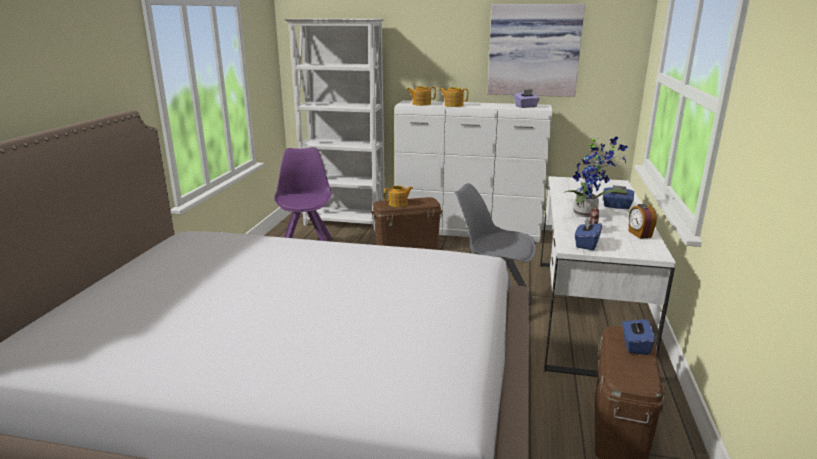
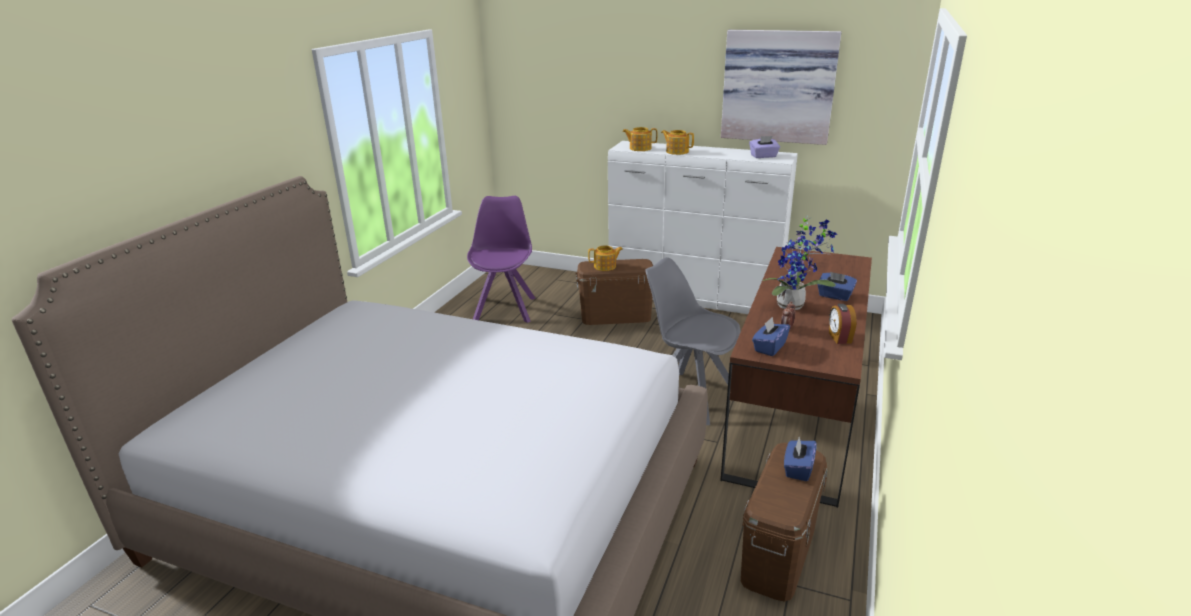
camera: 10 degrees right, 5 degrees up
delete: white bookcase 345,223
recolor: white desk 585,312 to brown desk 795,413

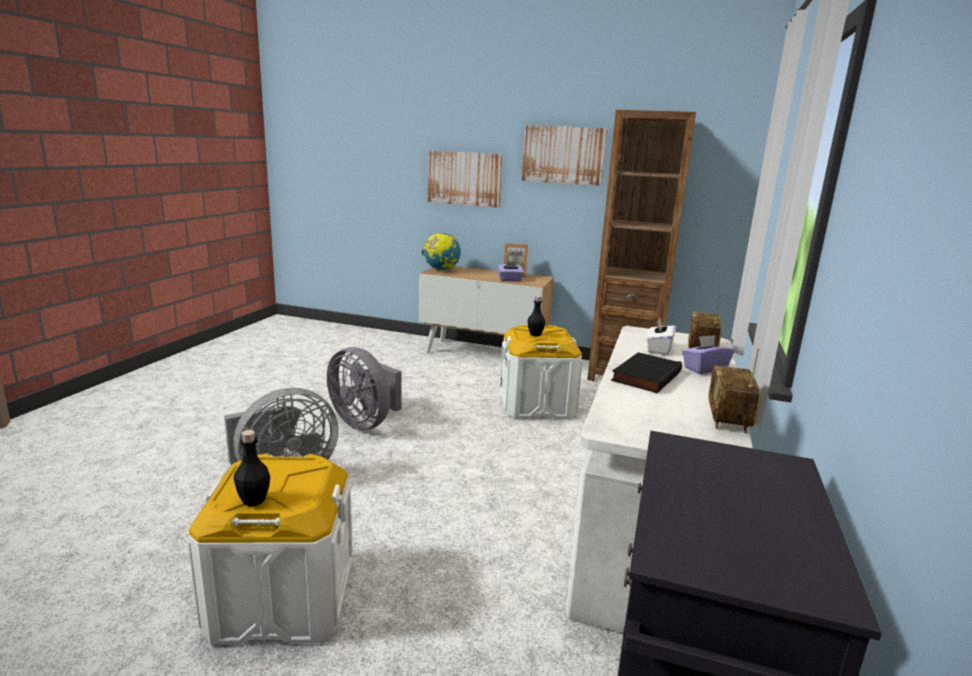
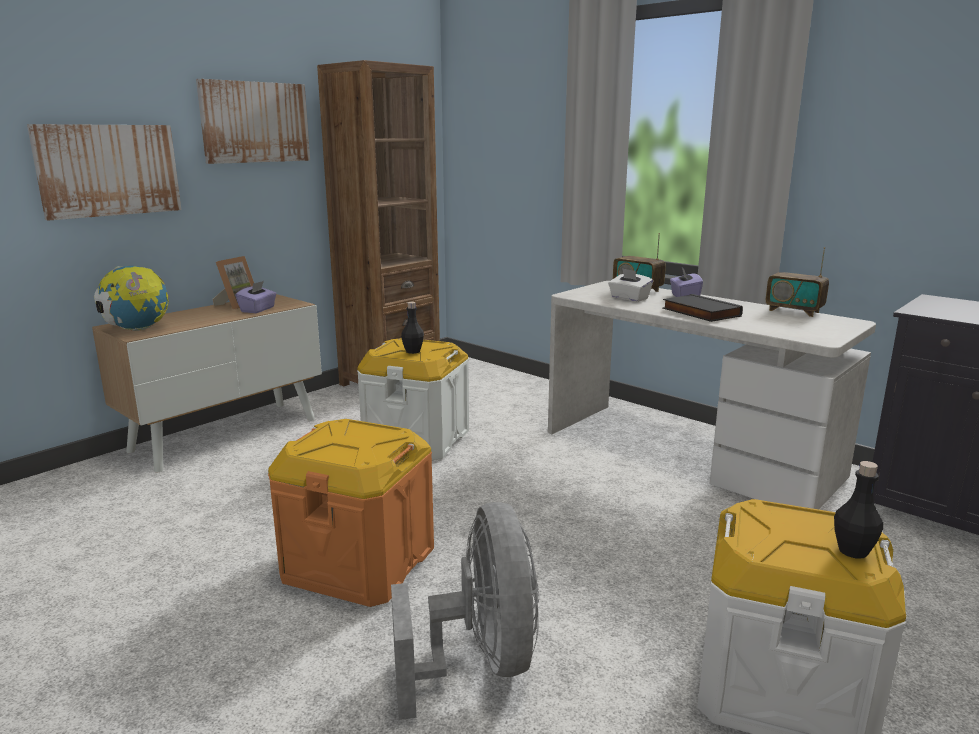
camera: 65 degrees left, 0 degrees up
replace: grey fan 365,422 to orange storage box 359,562

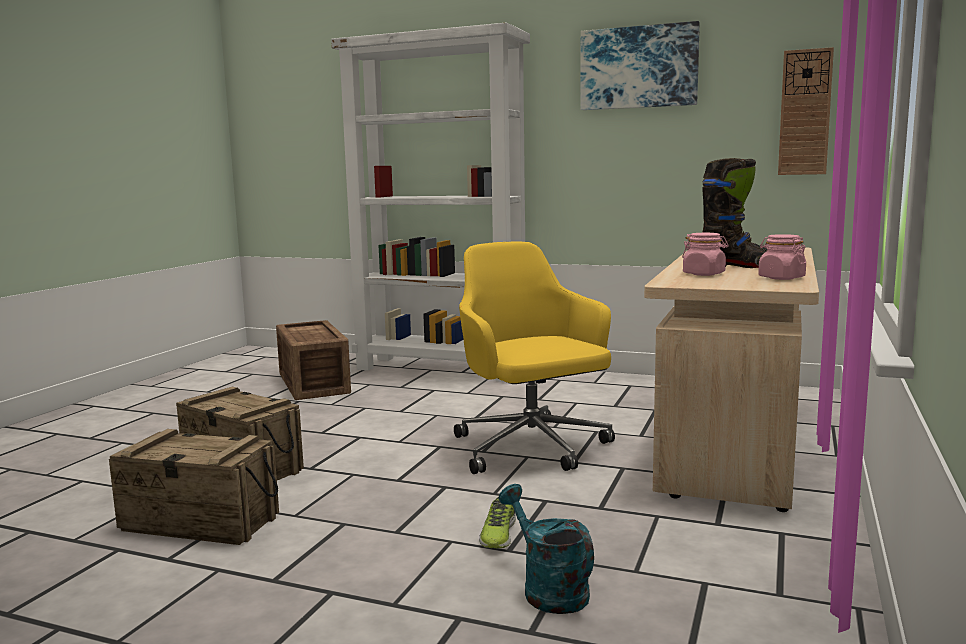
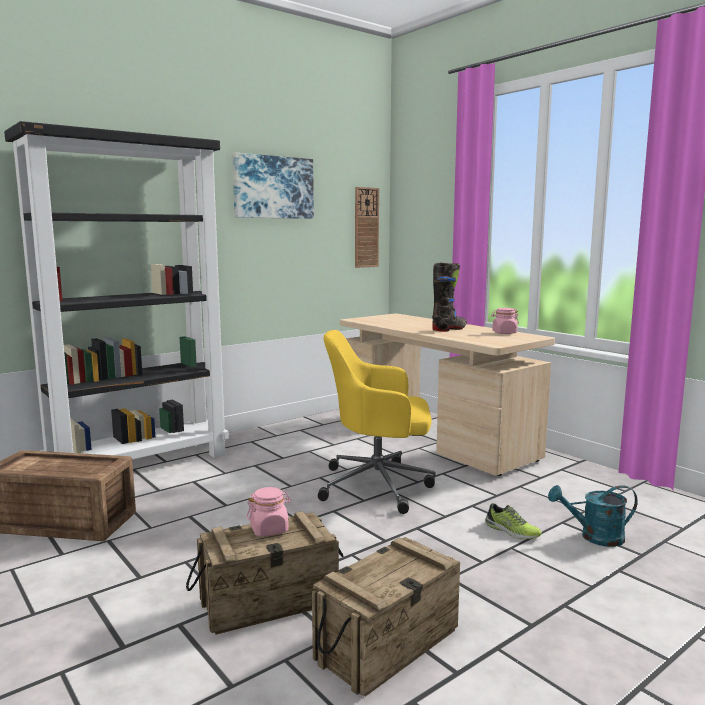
camera: 60 degrees left, 0 degrees up
move: pink jar 704,274 to 269,529
recolor: white bookcase 443,368 to black bookcase 141,464

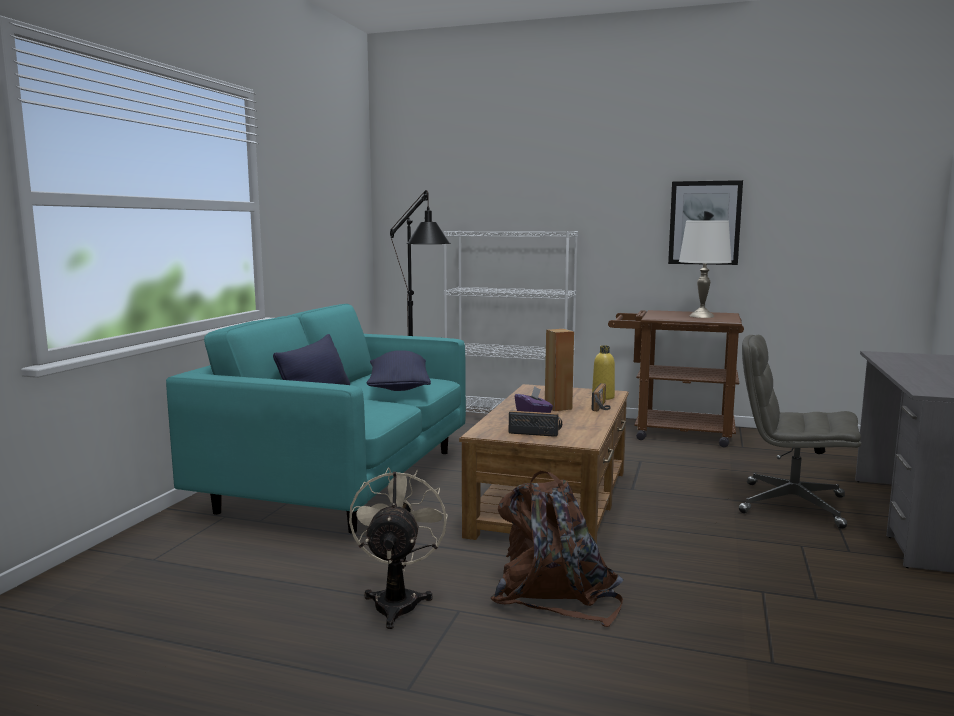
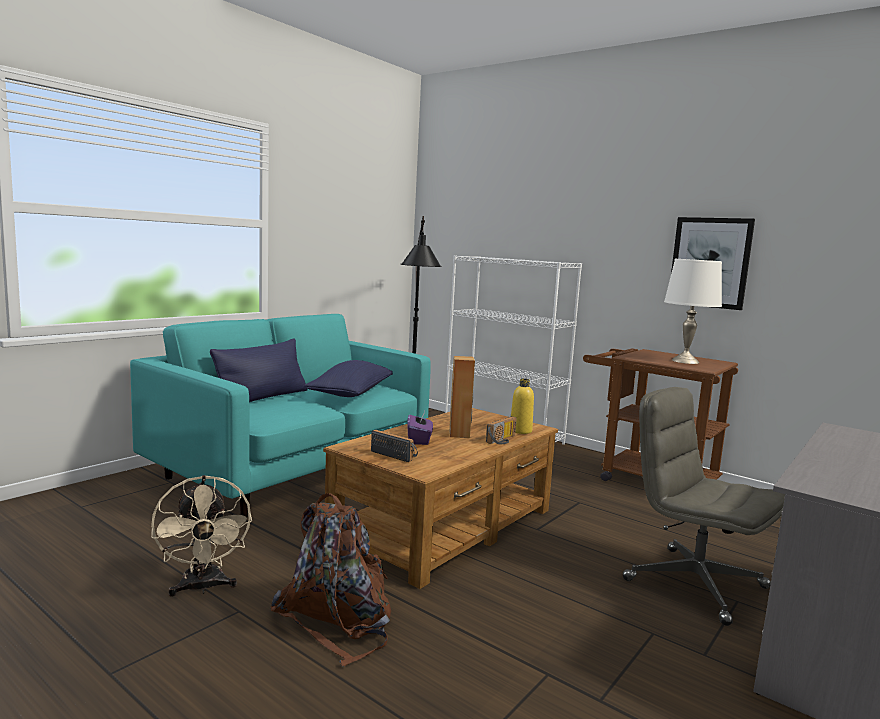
camera: 20 degrees right, 0 degrees up
rotate: beige fan 397,600 = 203,588 135 degrees clockwise

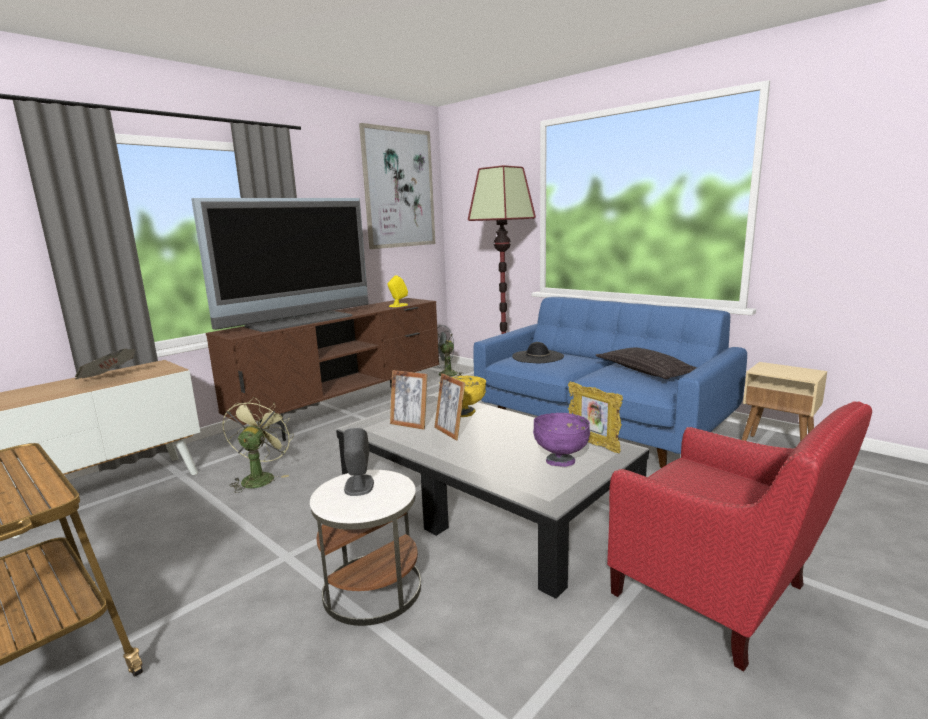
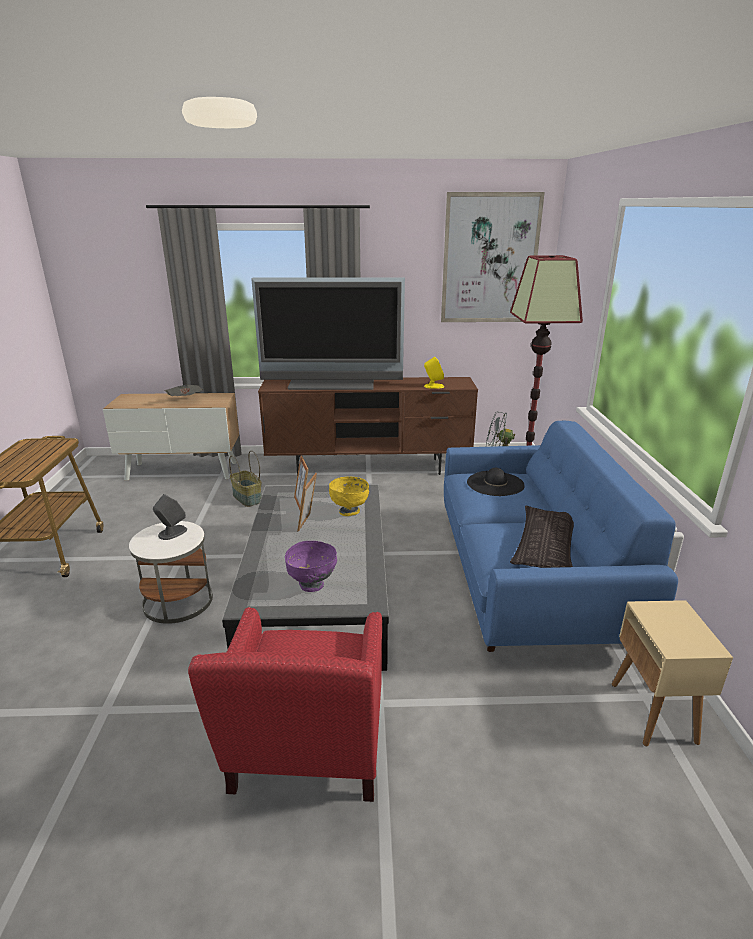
camera: 45 degrees right, 10 degrees up
delete: picture frame 593,444
replace: green fan 260,477 to basket 246,498

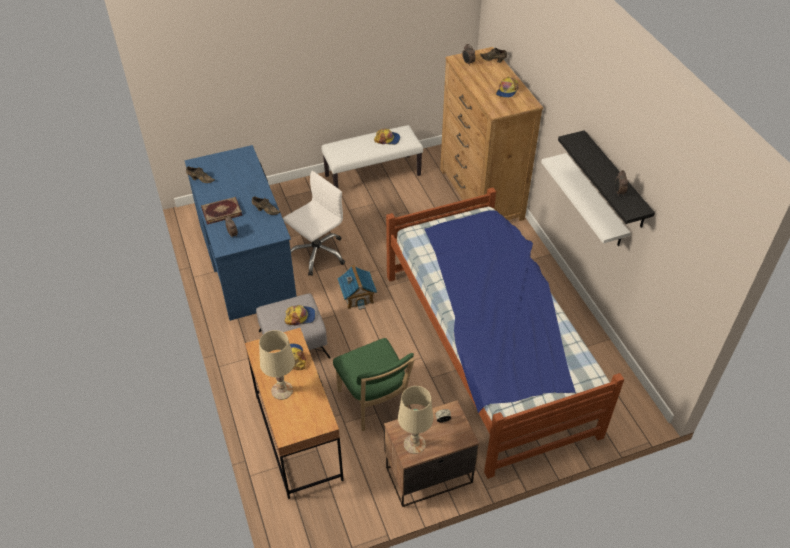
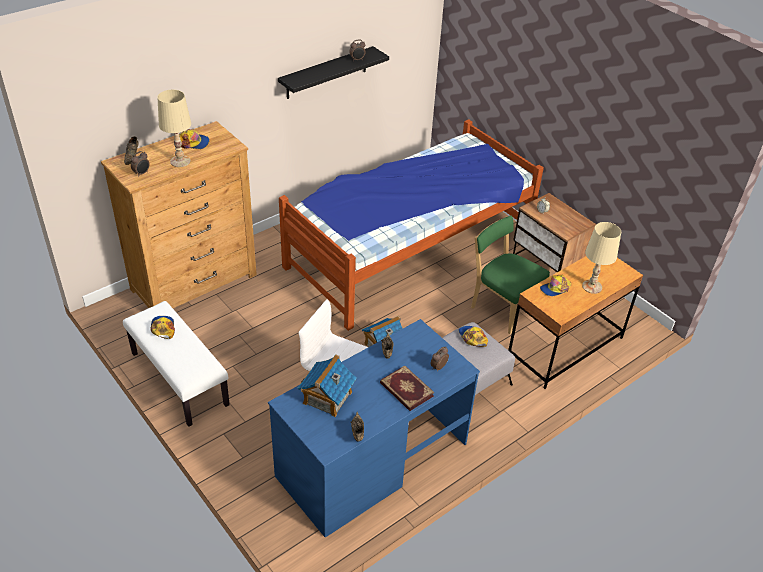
camera: 110 degrees left, 5 degrees down
delete: white shelf 594,201
insert: toy house 327,398
move: beige table lamp 414,444 to 180,161
rotate: green chair 374,403 = 502,307 90 degrees counterclockwise

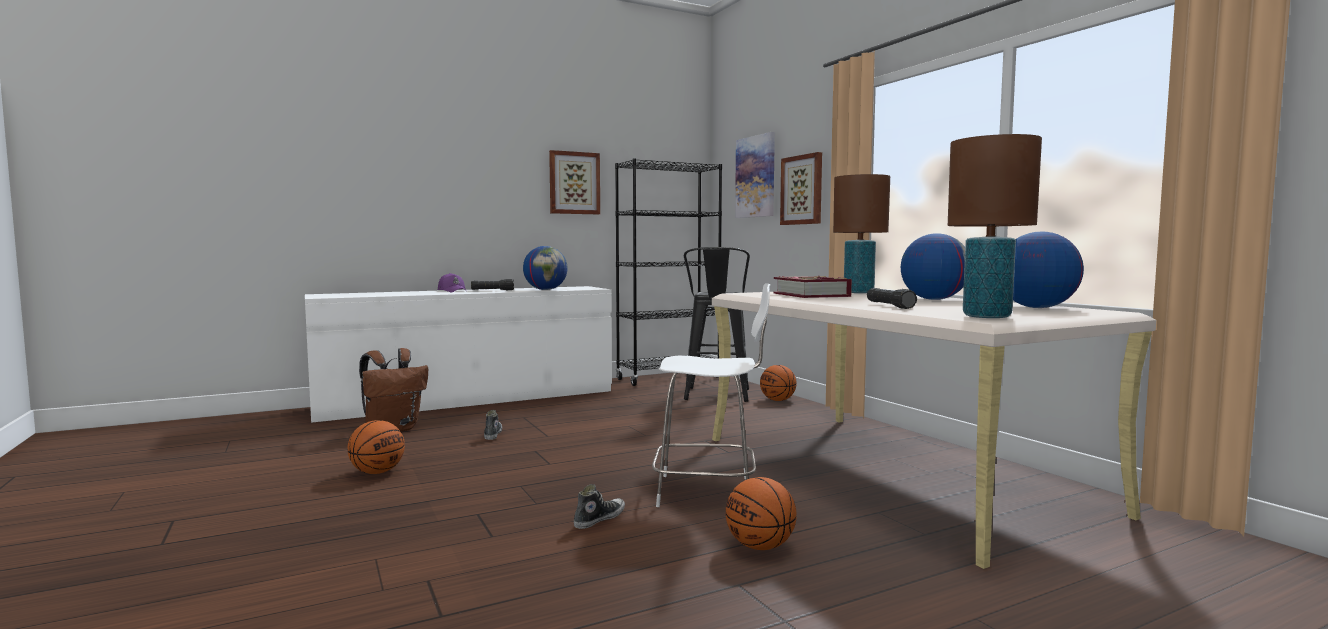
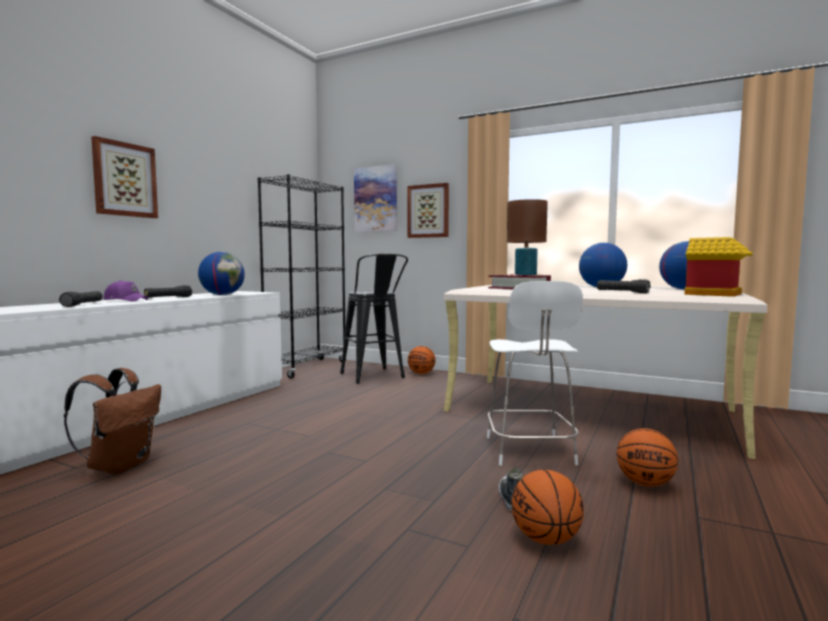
camera: 35 degrees left, 0 degrees up
delete: shoe 492,434
insert: black flashlight 83,304
move: picture 574,183 to 124,179; basketball 377,472 to 546,539
replace: brown table lamp 986,316 to toy house 716,295
rotate: white chair 709,492 = 530,452 120 degrees clockwise

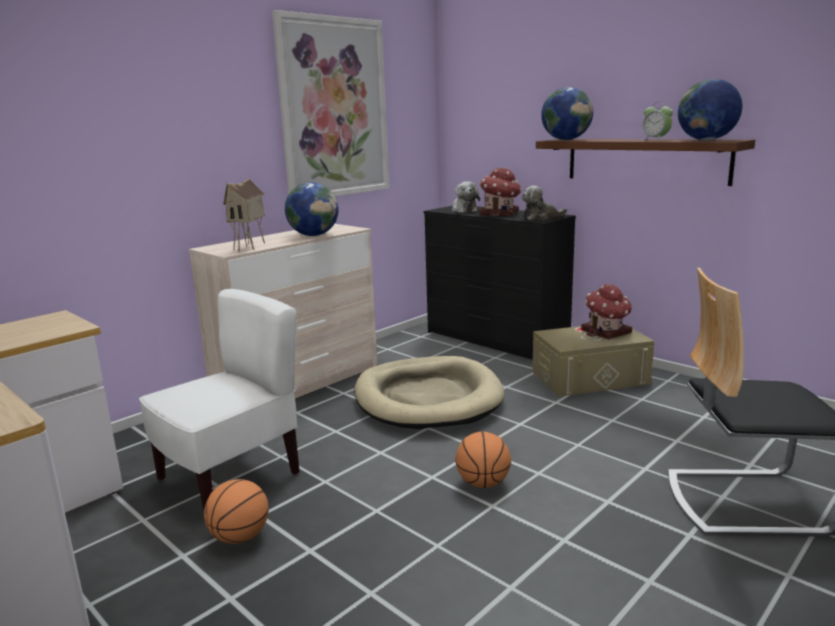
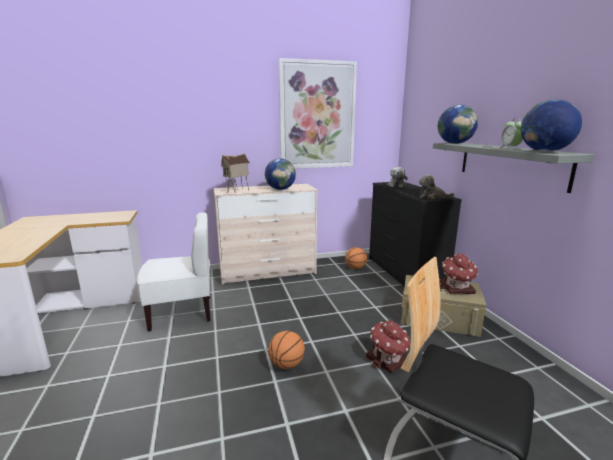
camera: 30 degrees right, 0 degrees up
delete: beige dog bed 427,398
move: toy house 500,213 to 388,360; basketball 240,537 to 355,268
recolor: brown shelf 645,160 to grey shelf 510,164

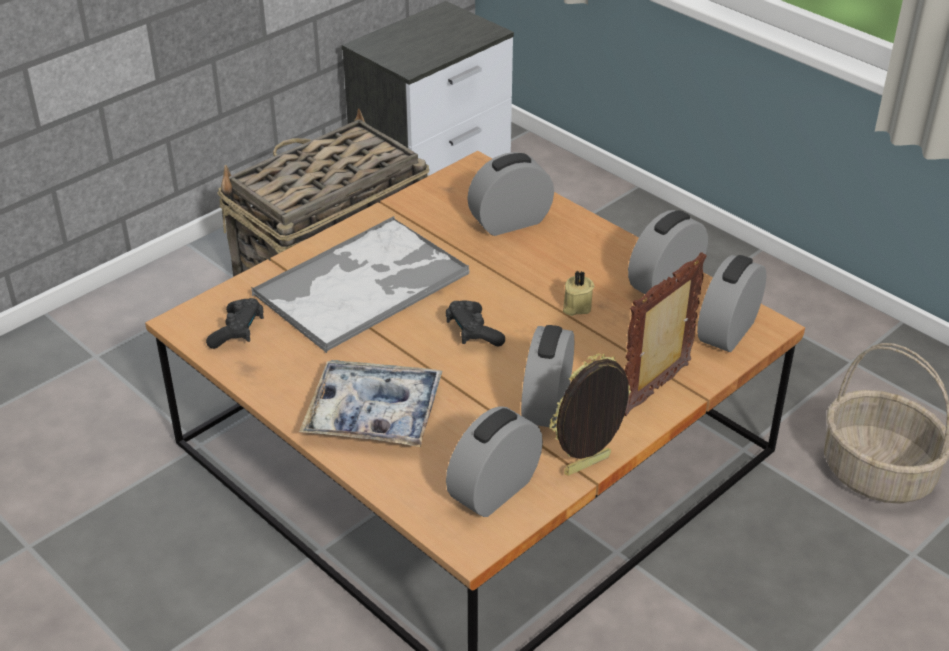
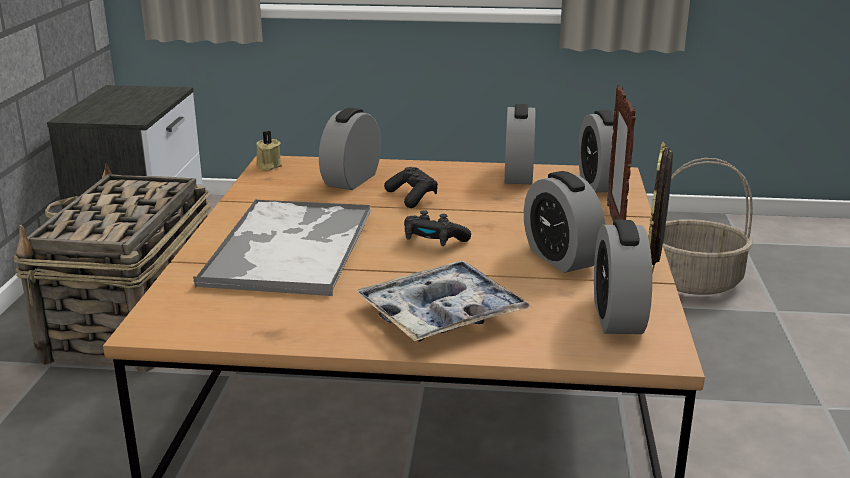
camera: 40 degrees left, 15 degrees down
move: beige candle 576,307 to 268,166; black game controller 238,332 to 412,197

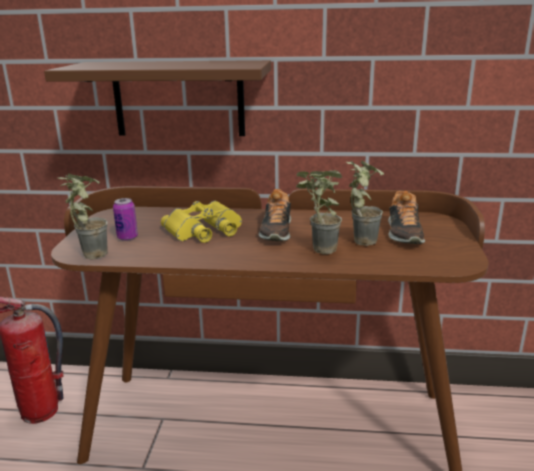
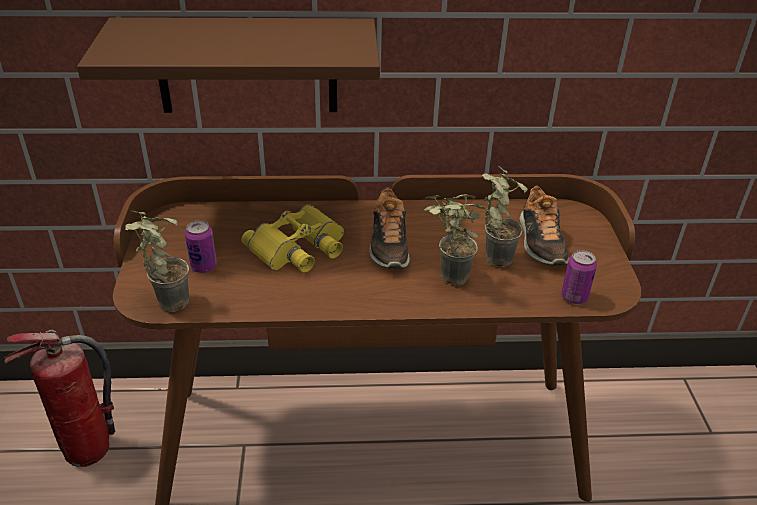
camera: 10 degrees left, 15 degrees up
insert: can 574,297

